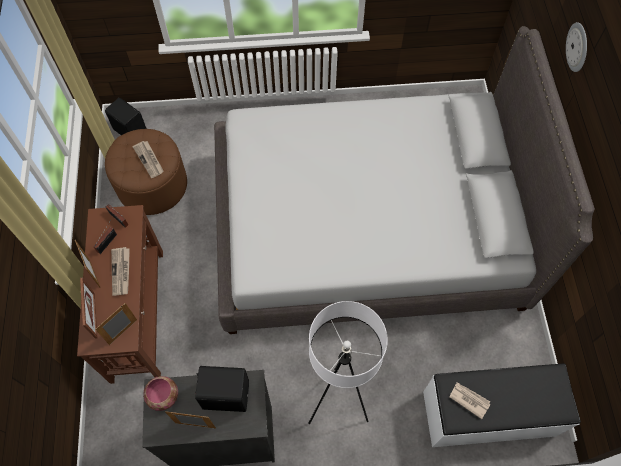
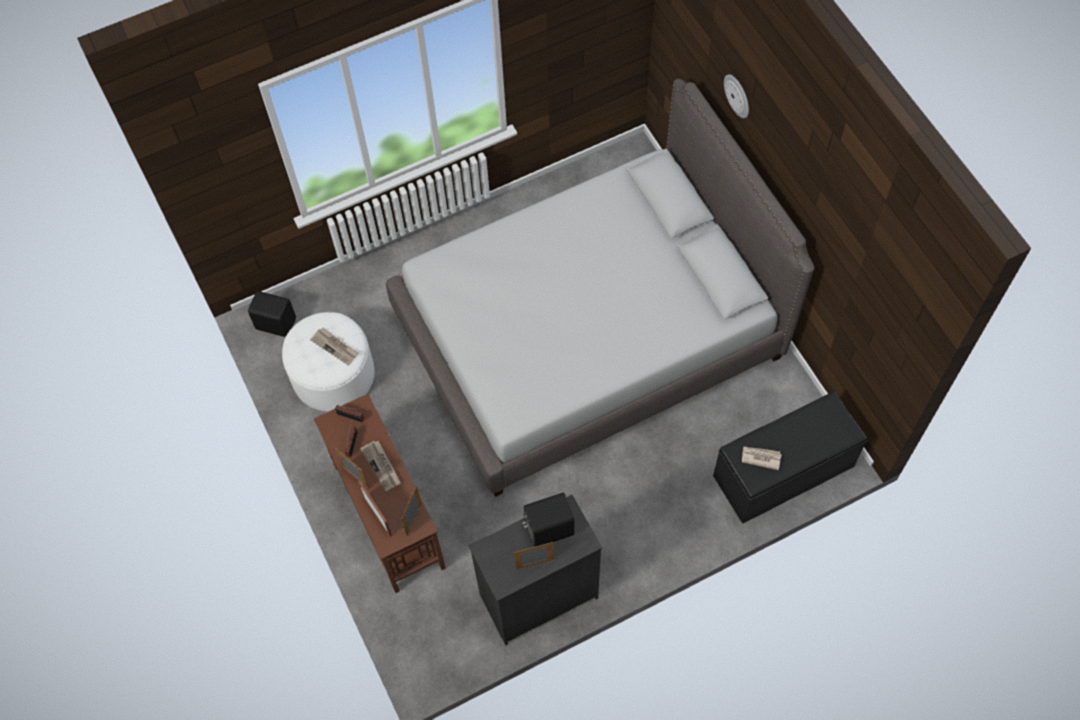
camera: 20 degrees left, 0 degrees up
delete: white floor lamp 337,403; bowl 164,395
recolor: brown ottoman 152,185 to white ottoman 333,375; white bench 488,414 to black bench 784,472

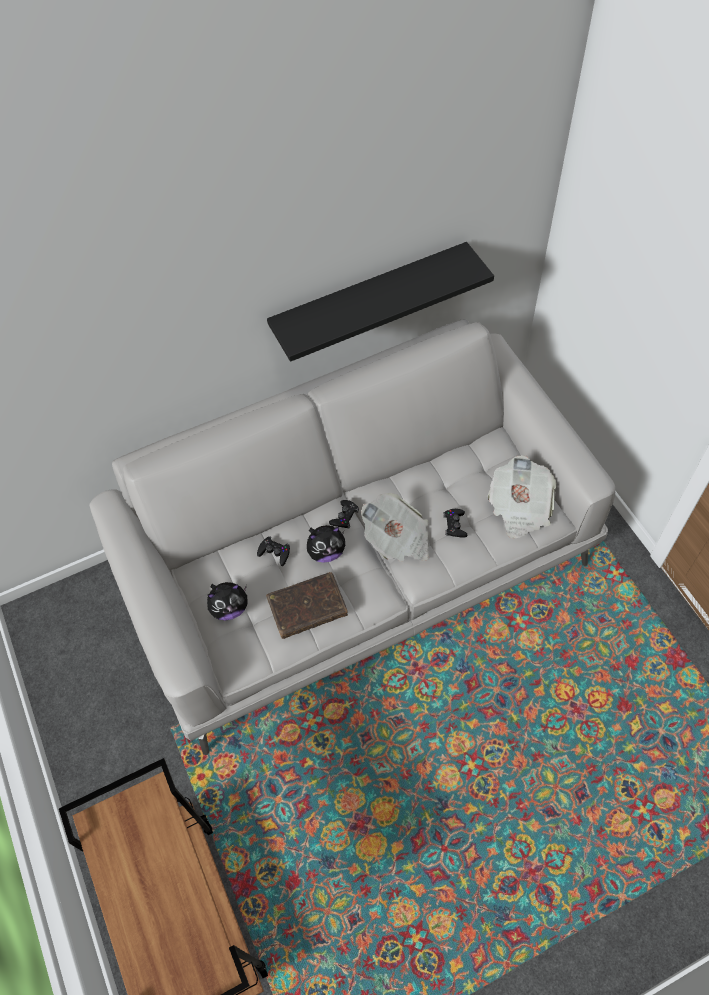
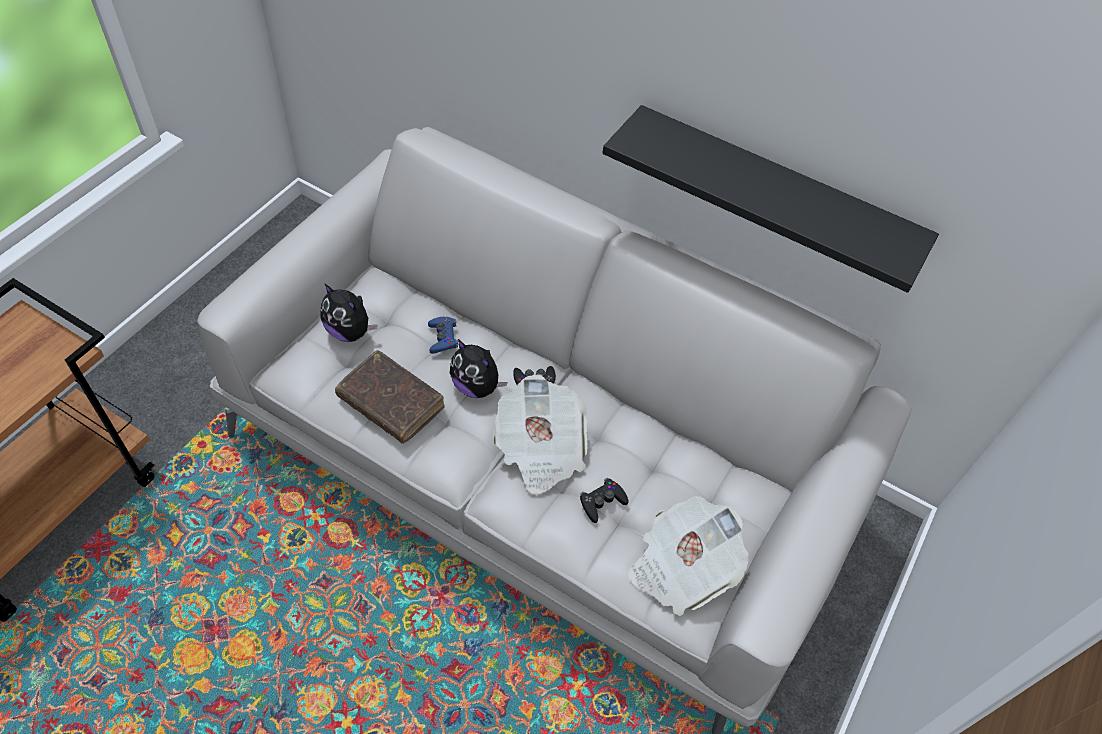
camera: 50 degrees right, 5 degrees down
recolor: black game controller 274,552 to blue game controller 443,338

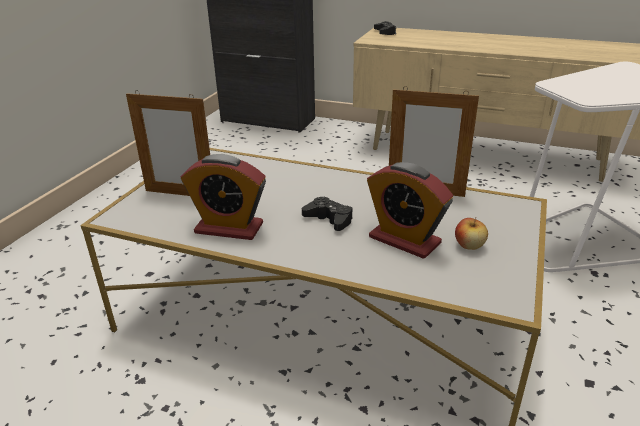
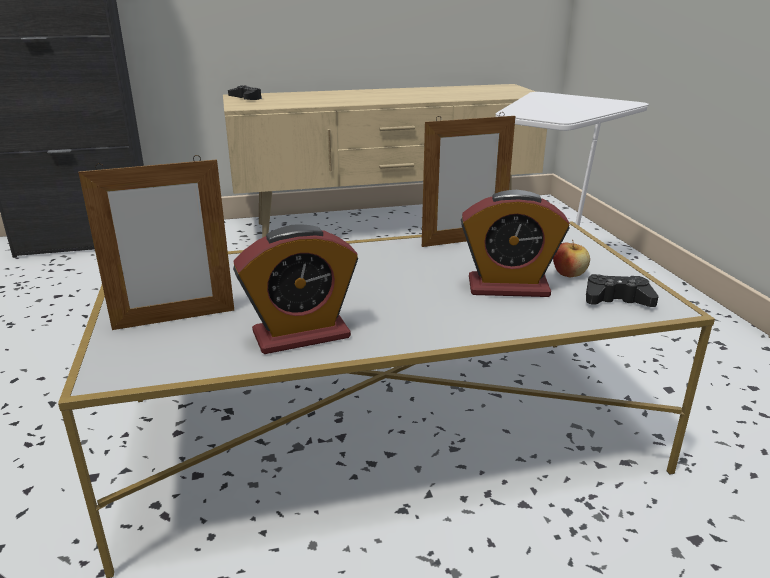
camera: 35 degrees left, 5 degrees down
move: black game controller 329,219 to 616,300

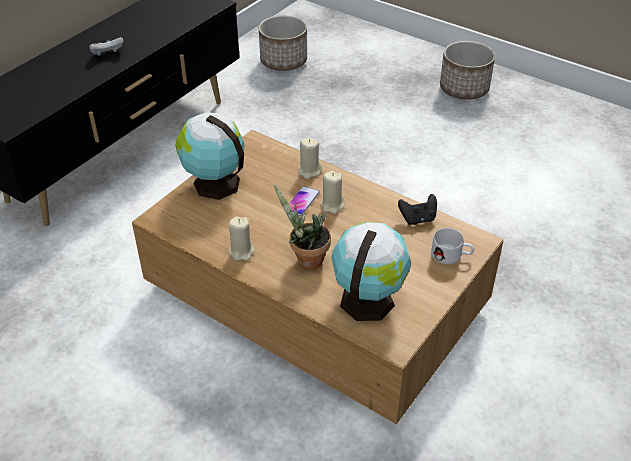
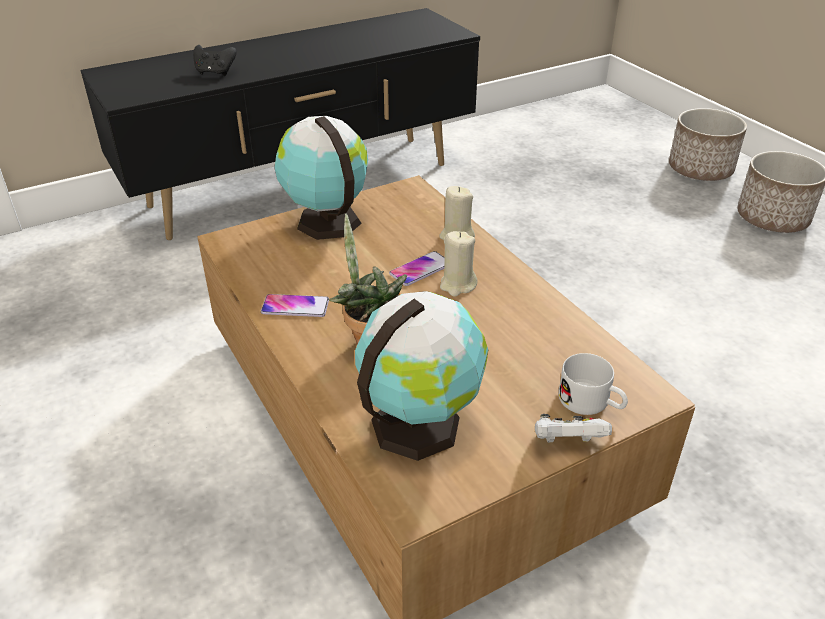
camera: 25 degrees right, 5 degrees down
move: planter 283,62 to 700,170; white game controller 107,54 to 567,443; black game controller 418,219 to 215,73
replace: beige candle 242,251 to phone 295,307

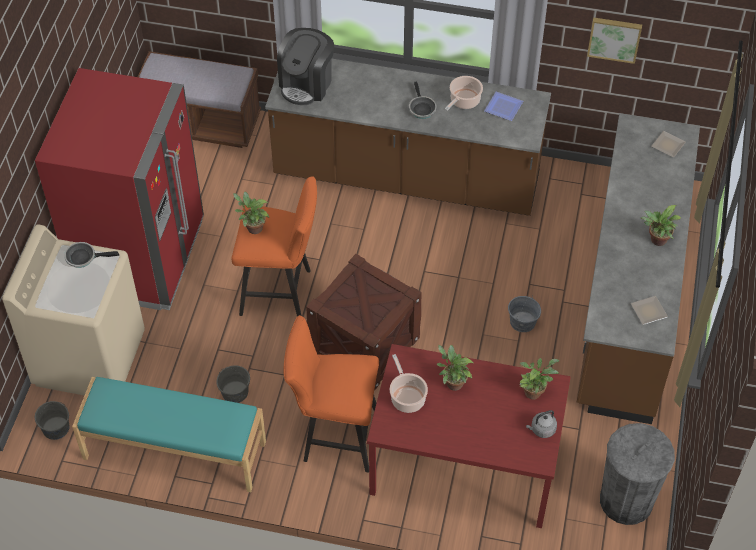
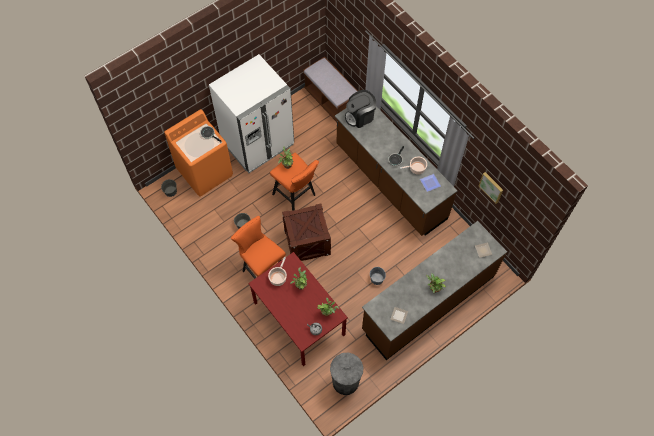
camera: 40 degrees right, 10 degrees up
delete: turquoise bench 174,451
recolor: red fridge 140,257 to white fridge 258,143; beige washing machine 90,358 to orange washing machine 205,172

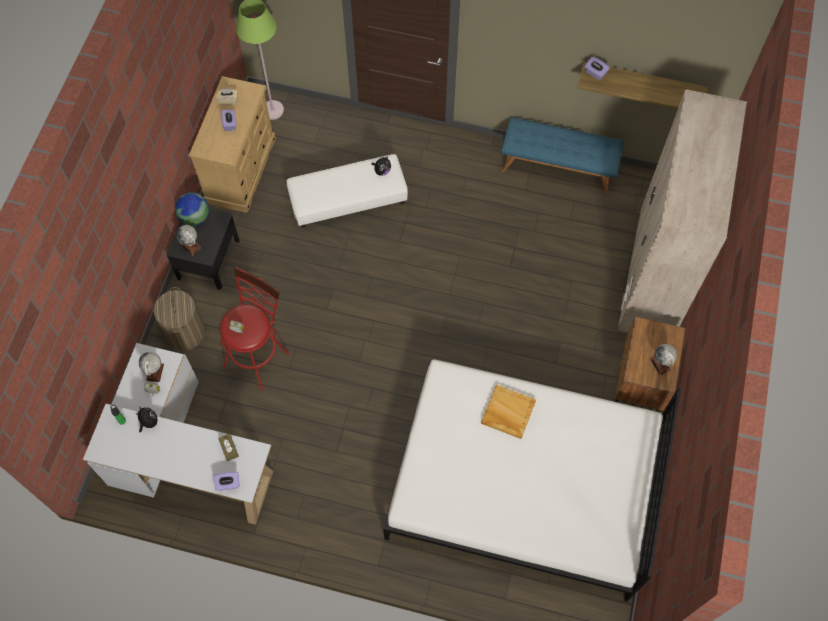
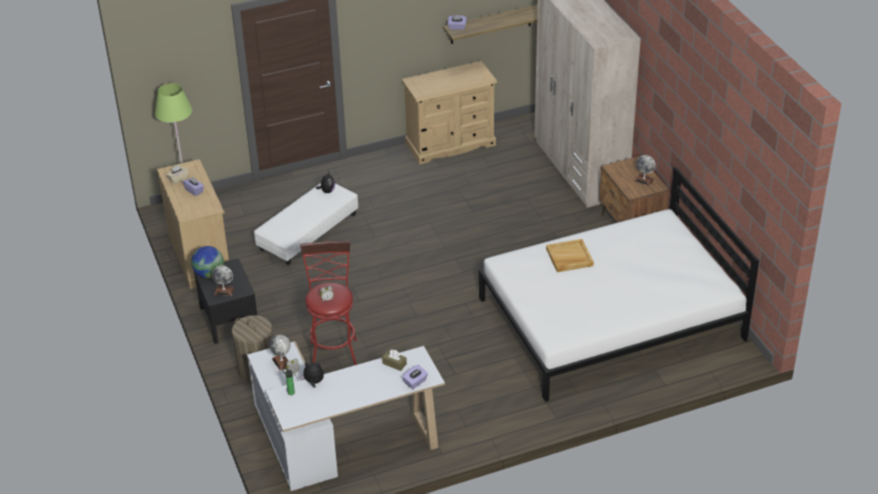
camera: 35 degrees left, 25 degrees down
replace: blue bench 558,167 to beige dresser 450,144

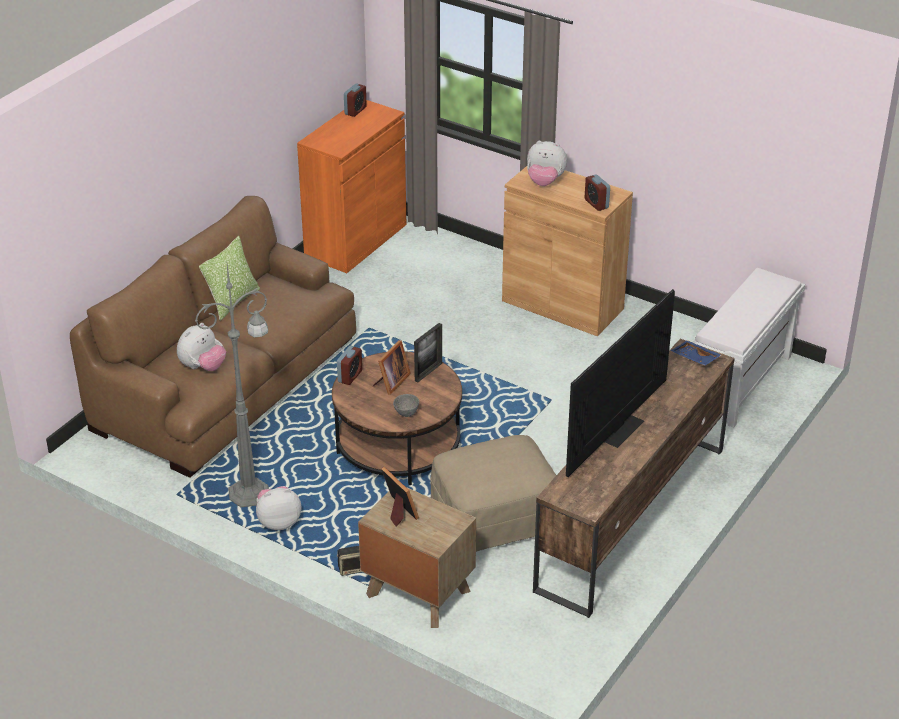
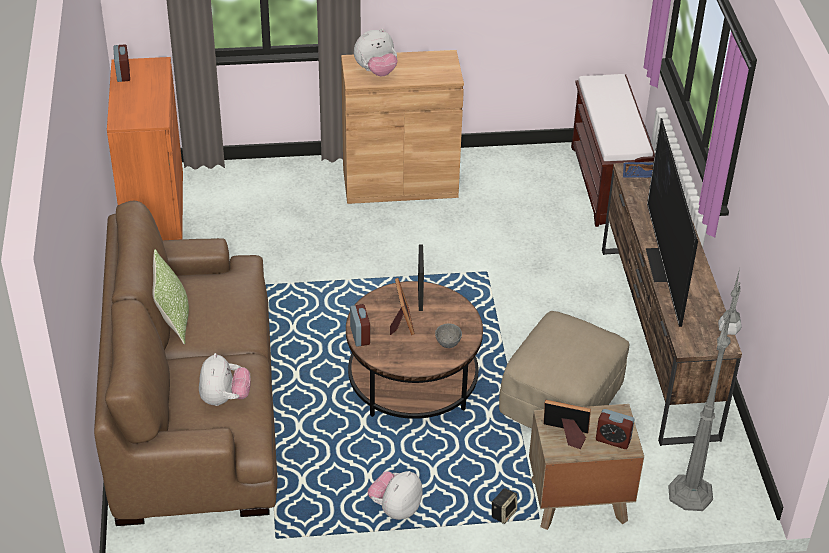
camera: 40 degrees left, 5 degrees up
move: alarm clock 596,204 to 613,440; grey floor lamp 251,493 to 691,491
recolor: white bench 740,384 to brown bench 606,185

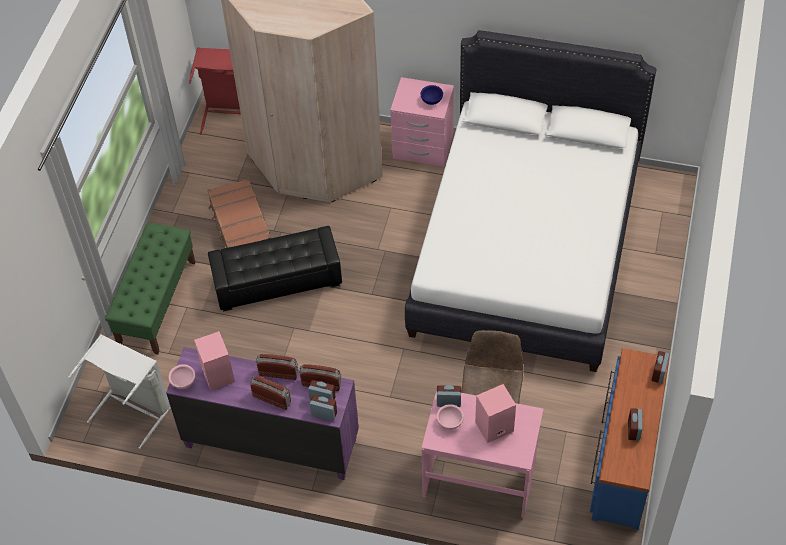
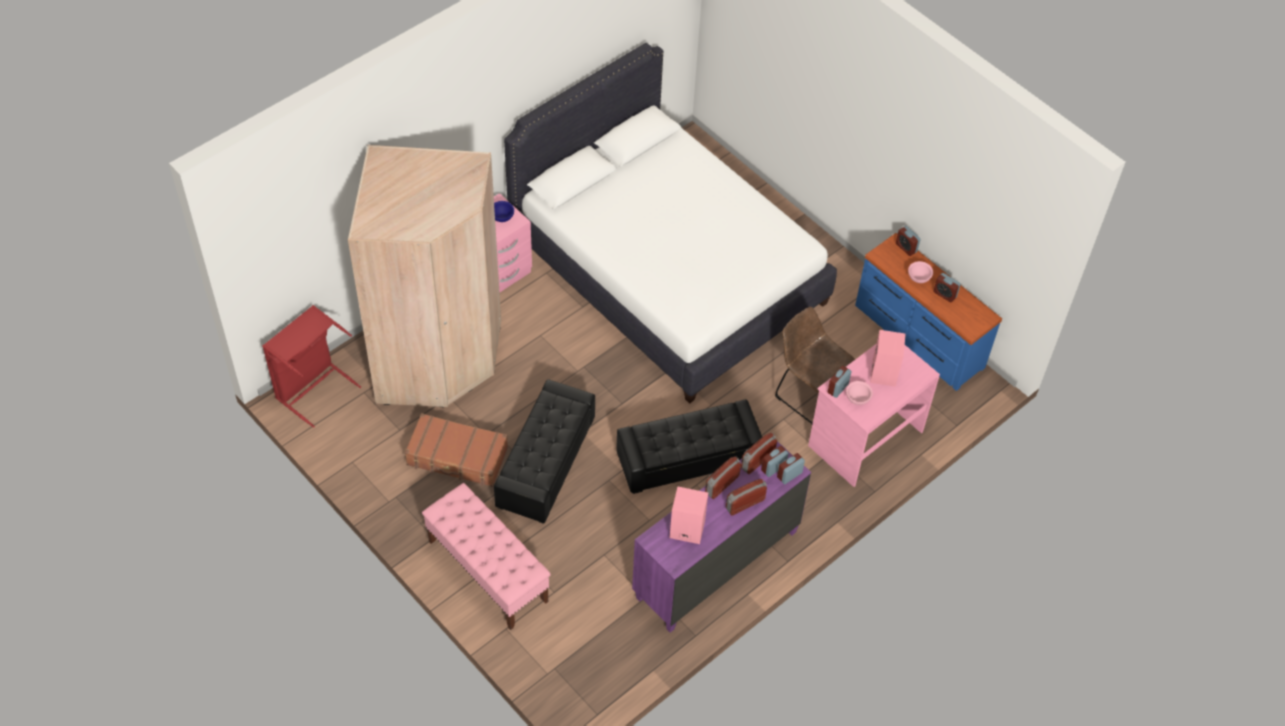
camera: 60 degrees left, 0 degrees up
delete: grey laundry basket 134,408
insert: black ottoman 688,459
move: pink bowl 184,382 to 919,278
recolor: green bench 157,303 to pink bench 487,571

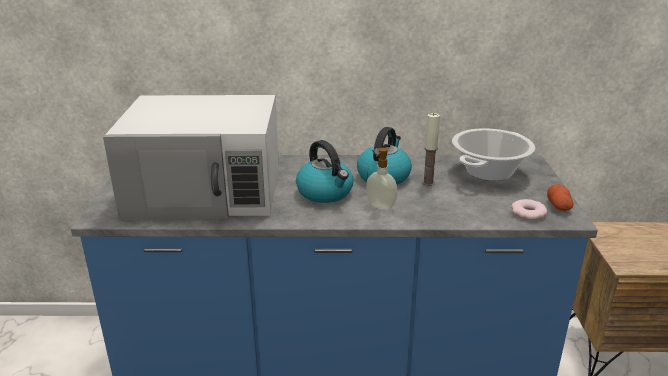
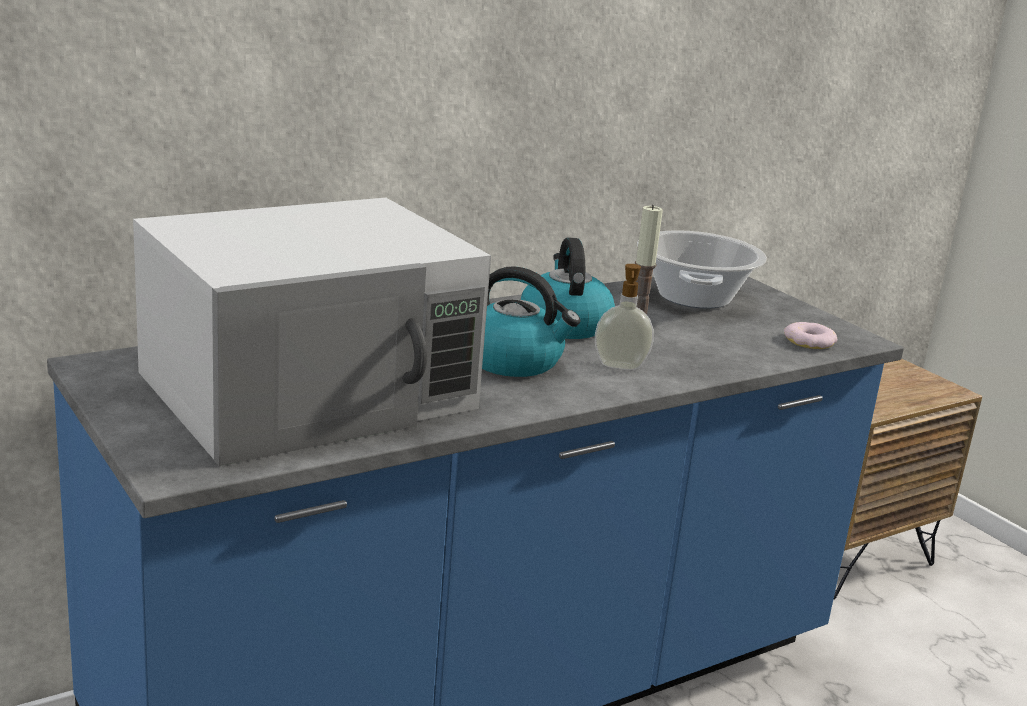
camera: 35 degrees left, 5 degrees down
delete: potato 558,206

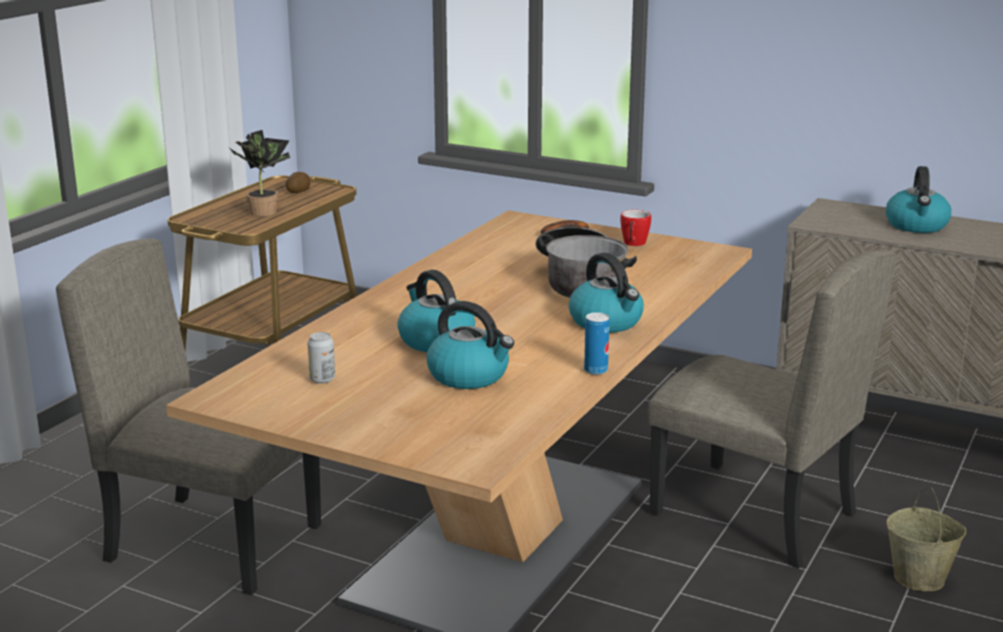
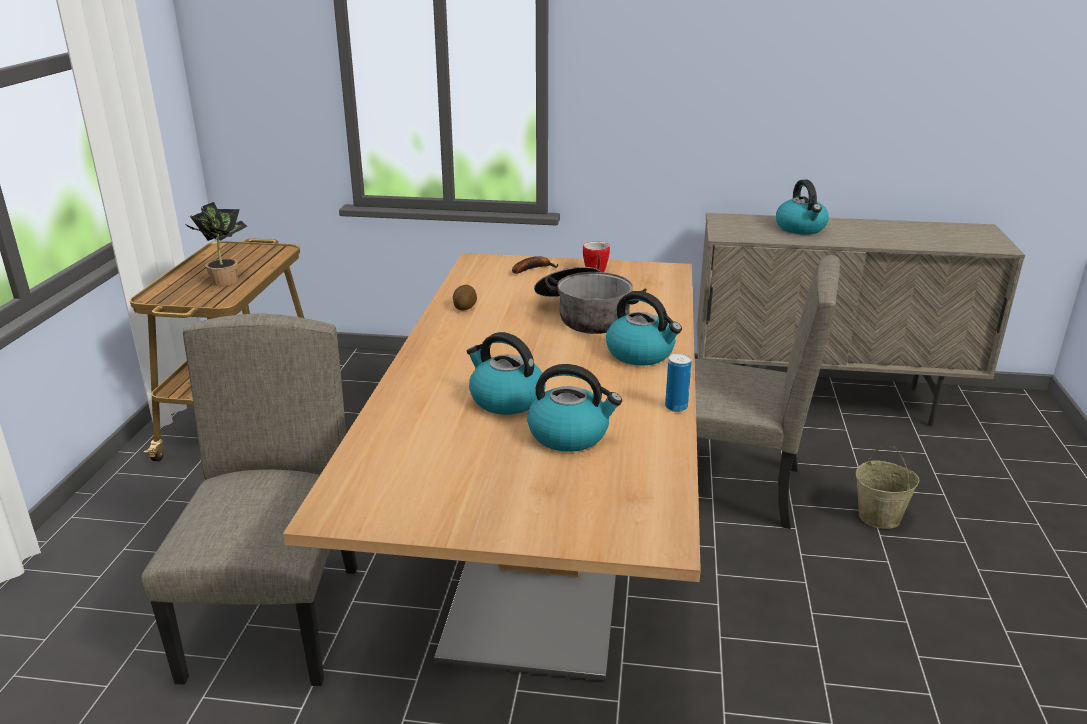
camera: 20 degrees left, 5 degrees up
delete: can 322,379
move: potato 298,191 to 465,307
rotate: beige chair 215,542 = 276,621 90 degrees clockwise

